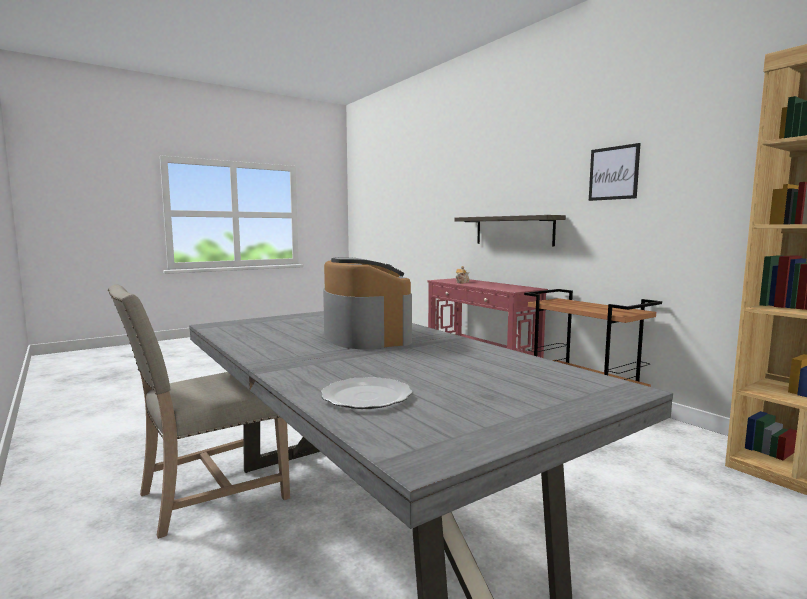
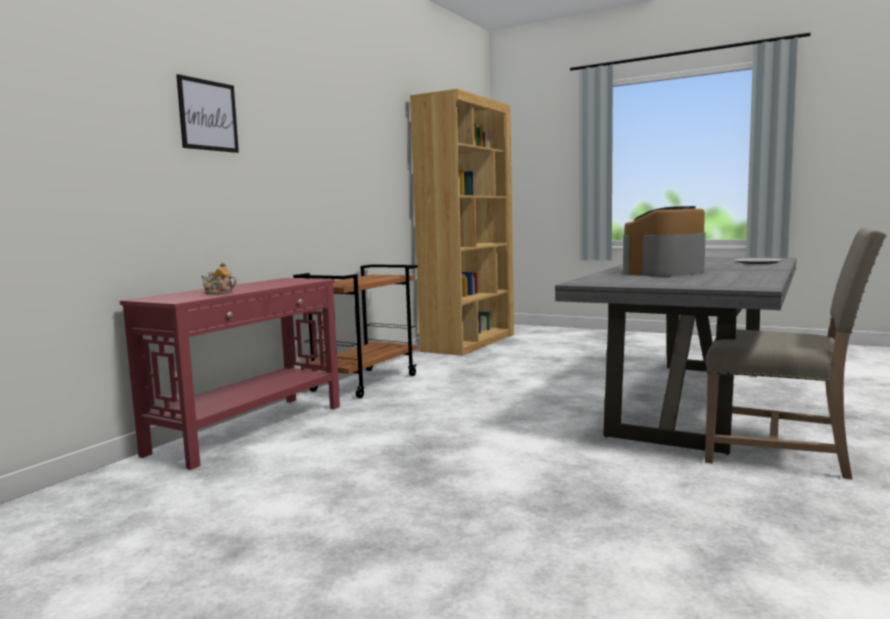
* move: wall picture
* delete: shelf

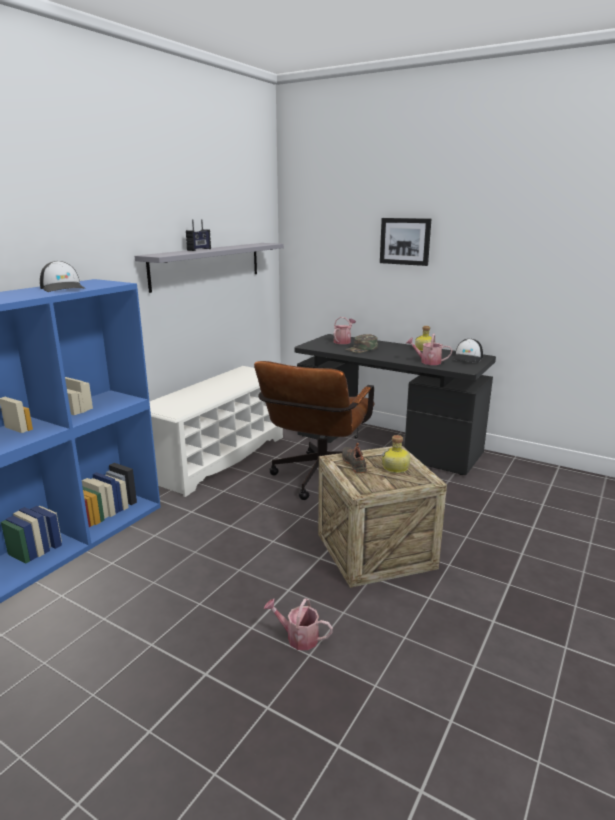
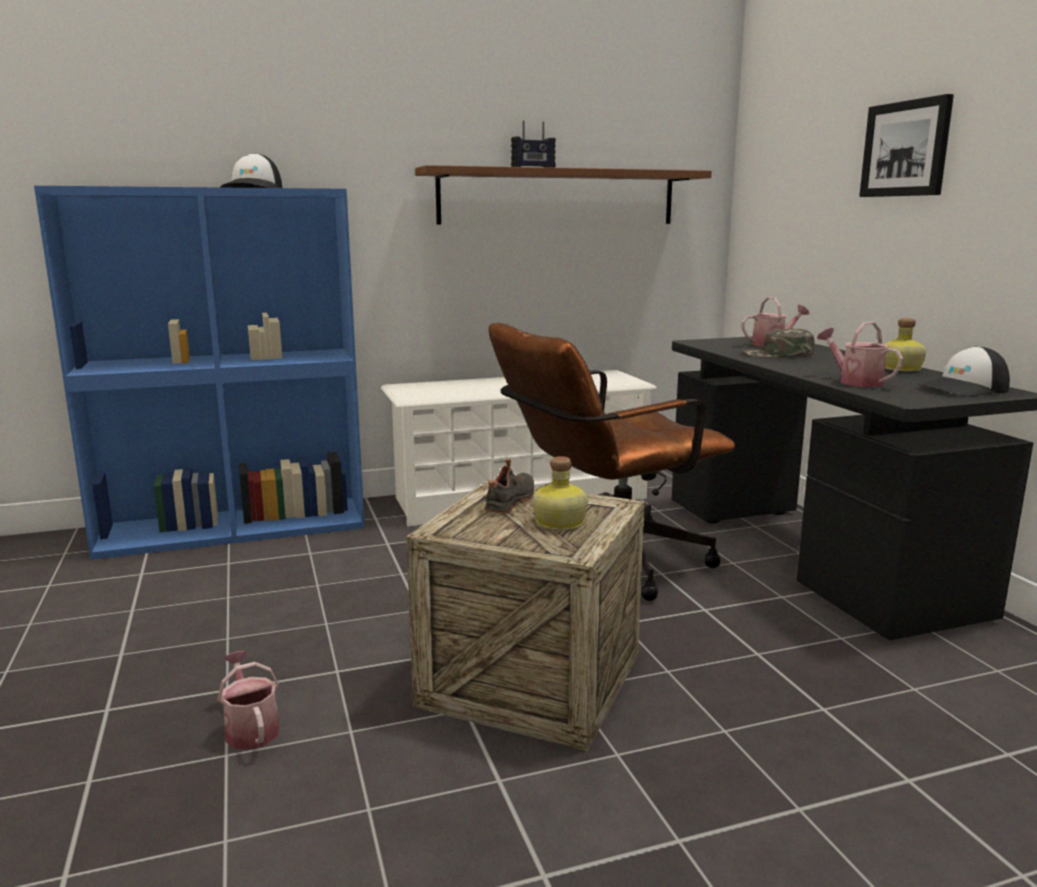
* recolor: greyish shelf to brown shelf

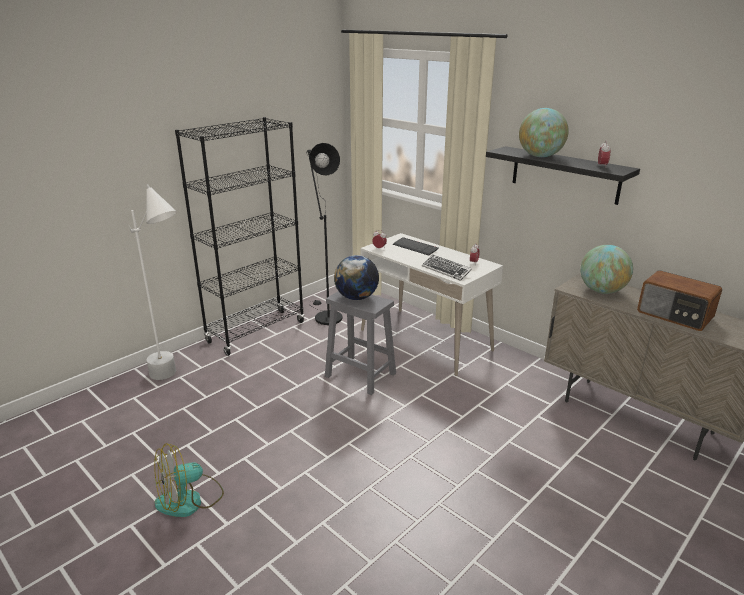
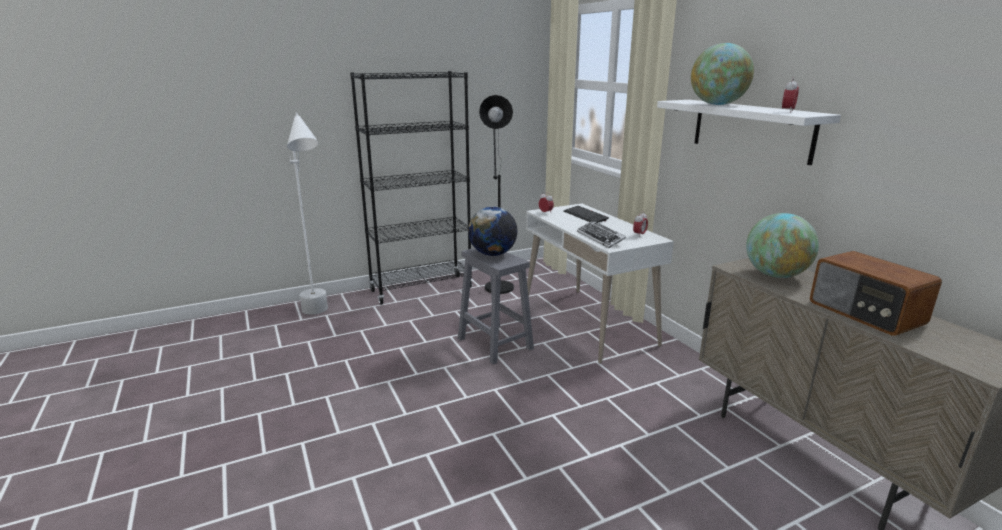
* recolor: blackish shelf to white shelf
* delete: electric fan

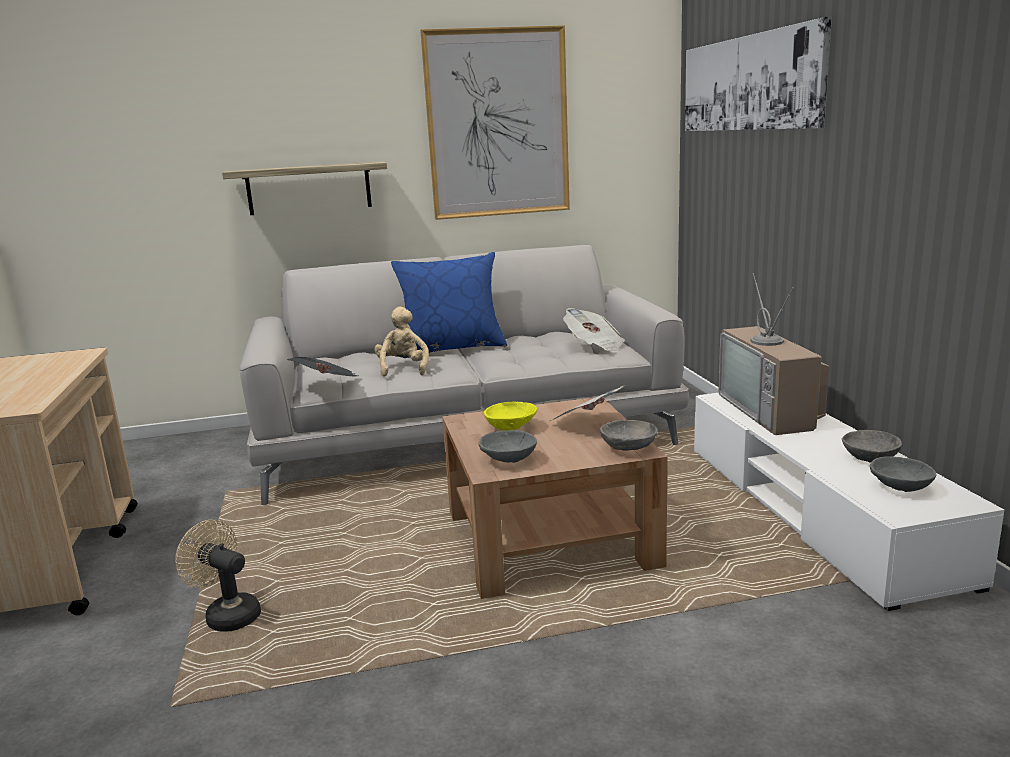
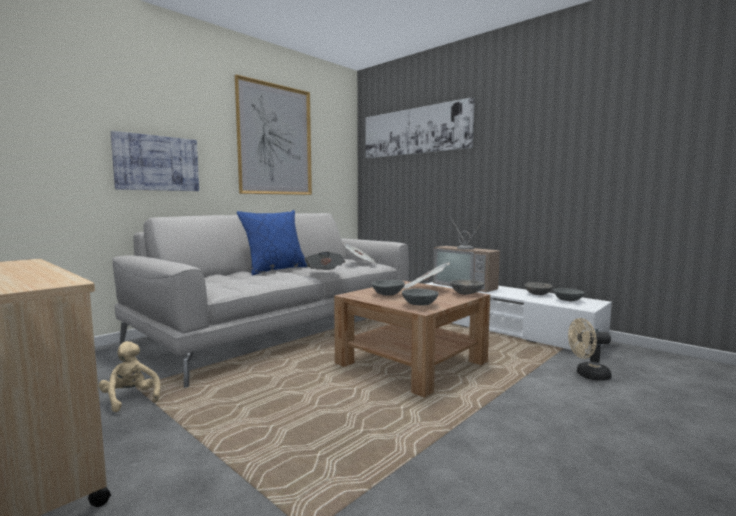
* replace: shelf to wall picture (1st from left)
* move: sand-coloured cuddly toy
* move: newspaper (1st from left)
* recolor: yellow-coloured deep dish to greyish deep dish (1st from left)
* move: sand-coloured electric fan

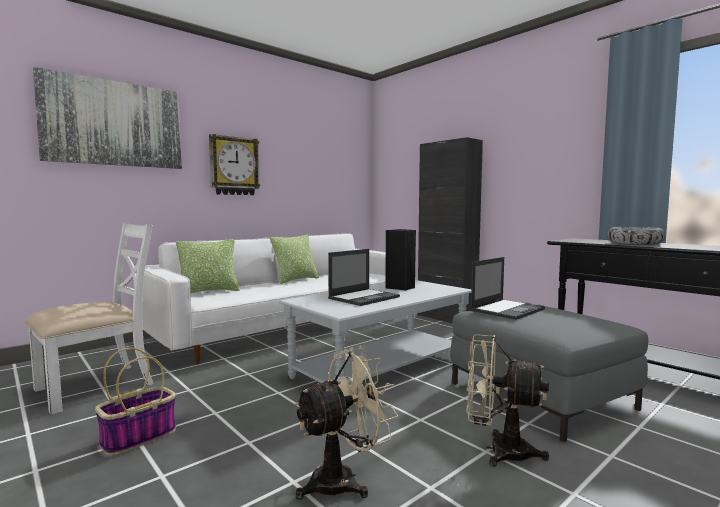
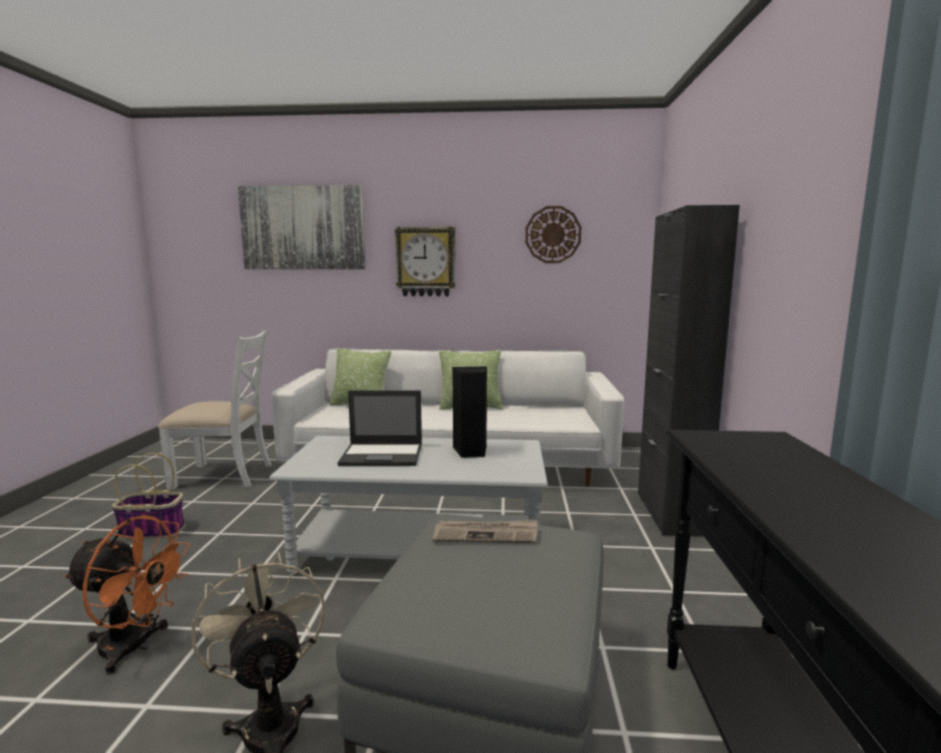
* delete: deep dish
* replace: portable computer (2nd from left) to newspaper
* recolor: sand-coloured electric fan (1st from left) to orange-coloured electric fan
* insert: wall clock (2nd from left)

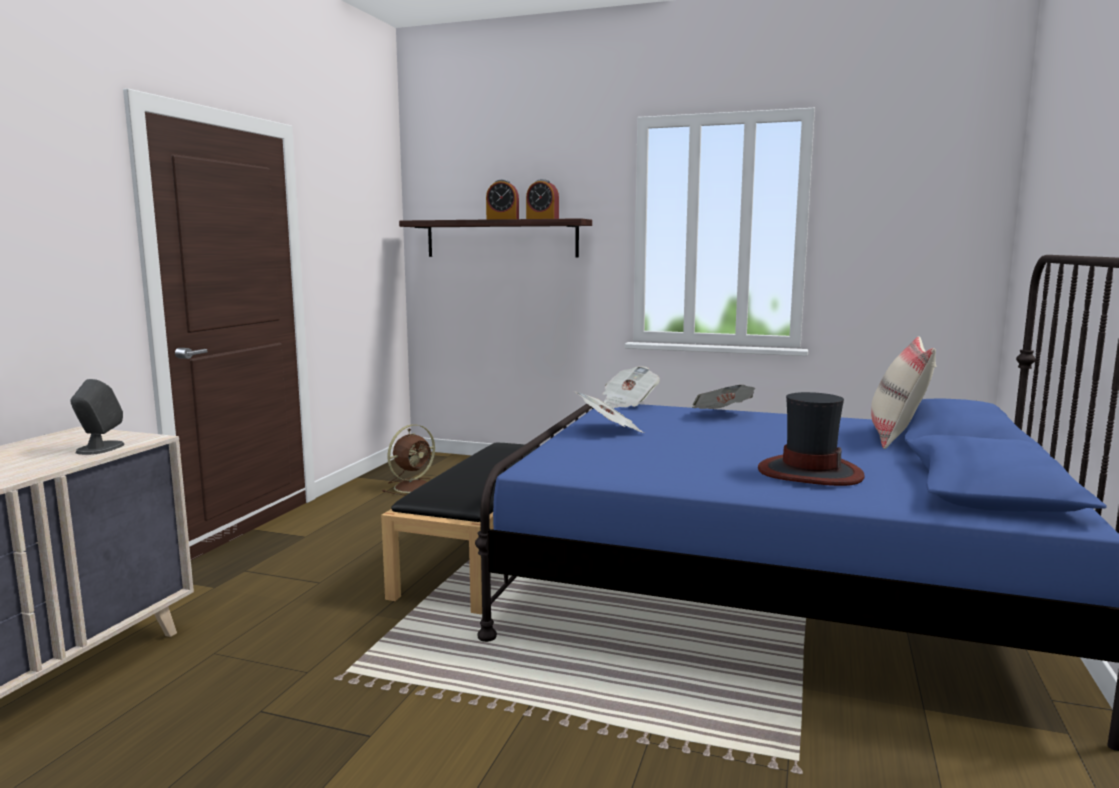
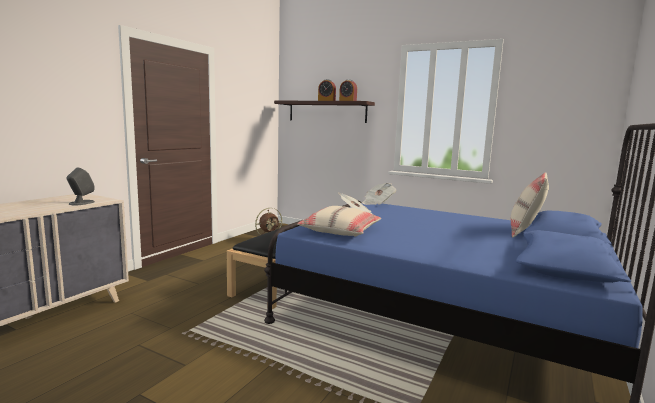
* delete: newspaper (3rd from left)
* delete: hat
* insert: sand-coloured cushion (1st from left)

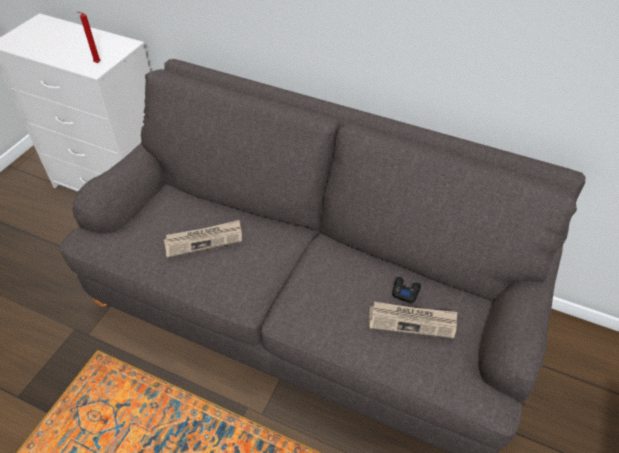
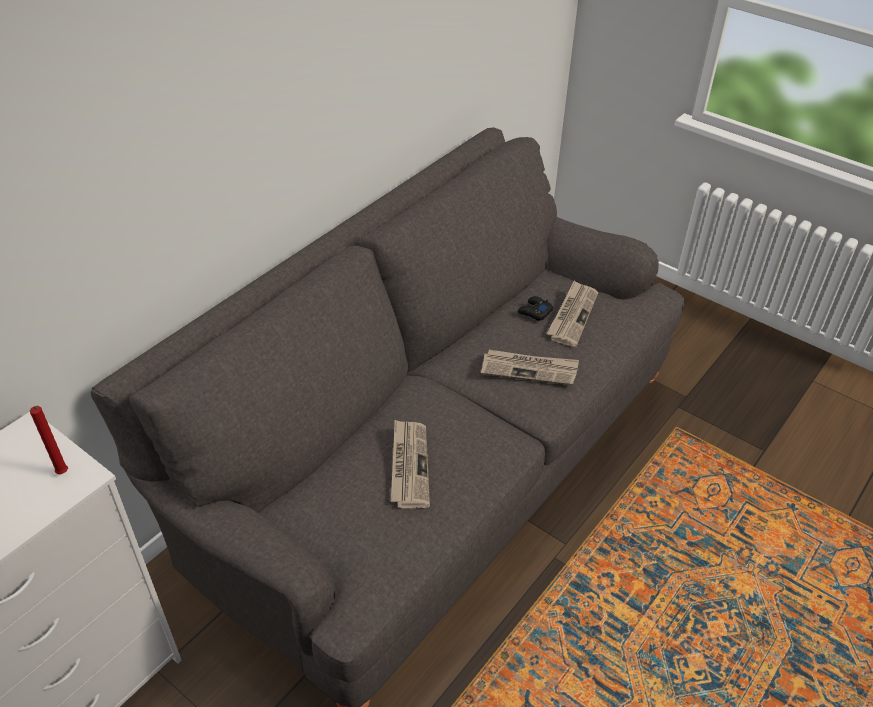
* insert: newspaper (2nd from left)

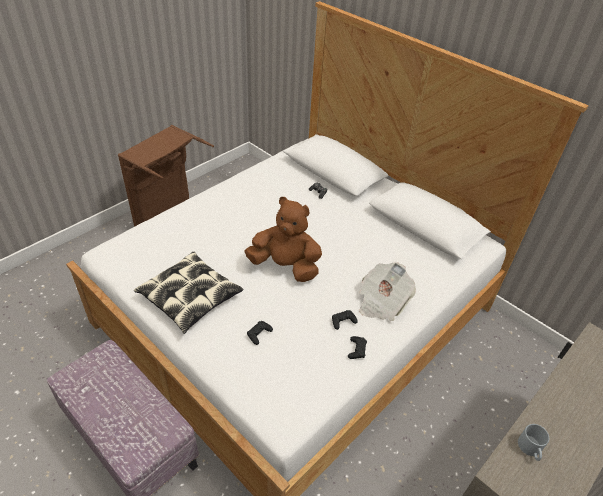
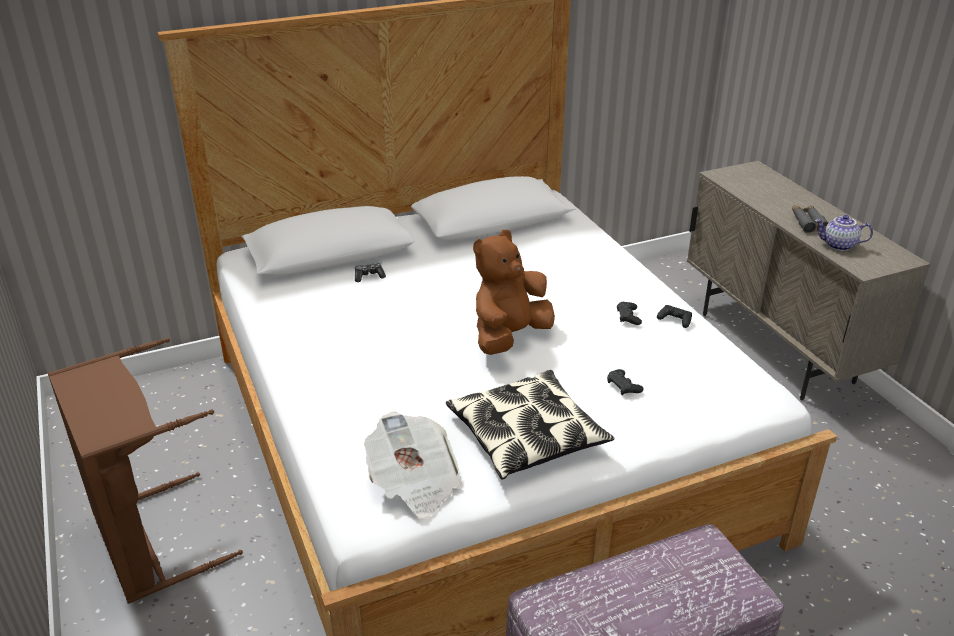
* move: newspaper
* replace: greyish coffee mug to pot for tea
* insert: greyish field glasses

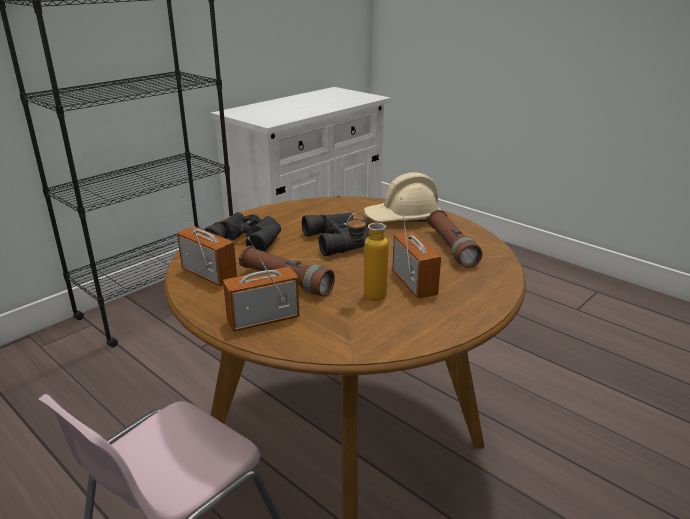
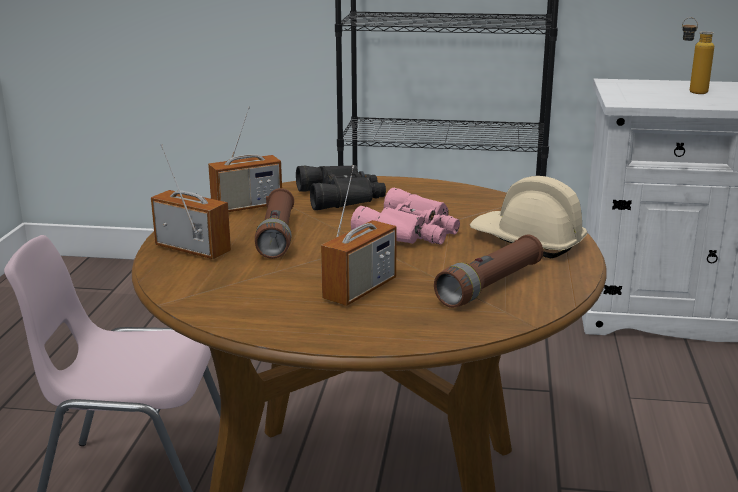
* rotate: radio (1st from left in the first image) 60 degrees clockwise
* recolor: blackish field glasses (2nd from left) to pinkish field glasses
* move: bottle

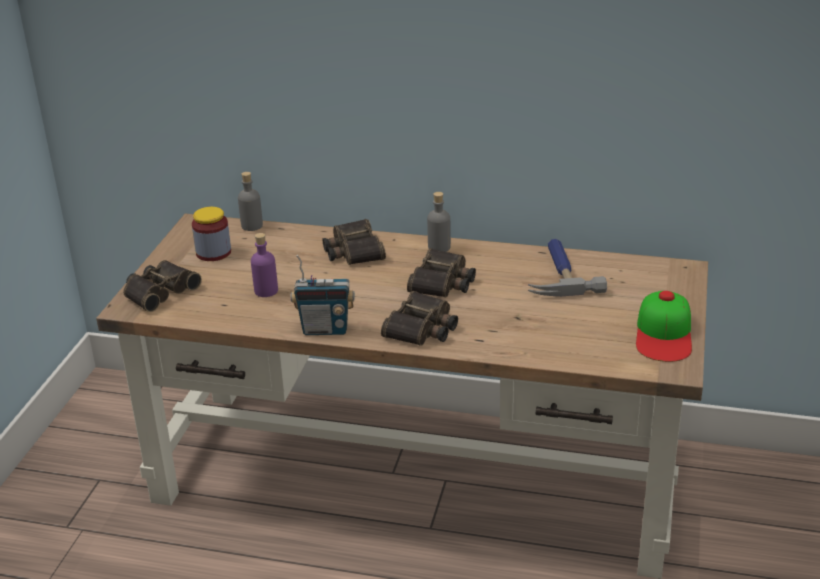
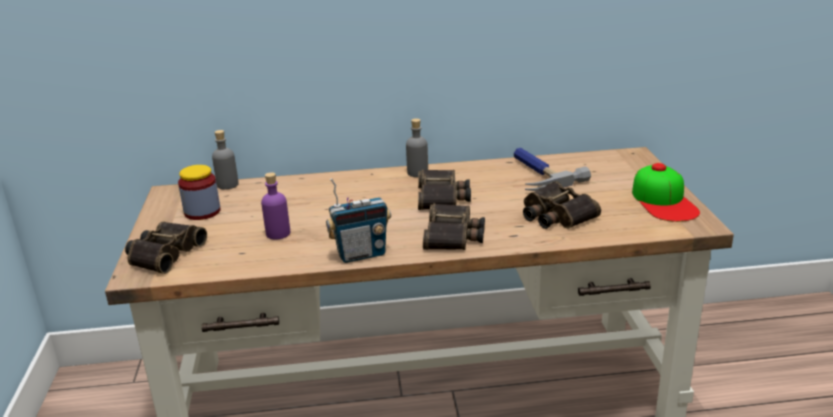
* move: field glasses (2nd from left in the first image) to field glasses (4th from left)

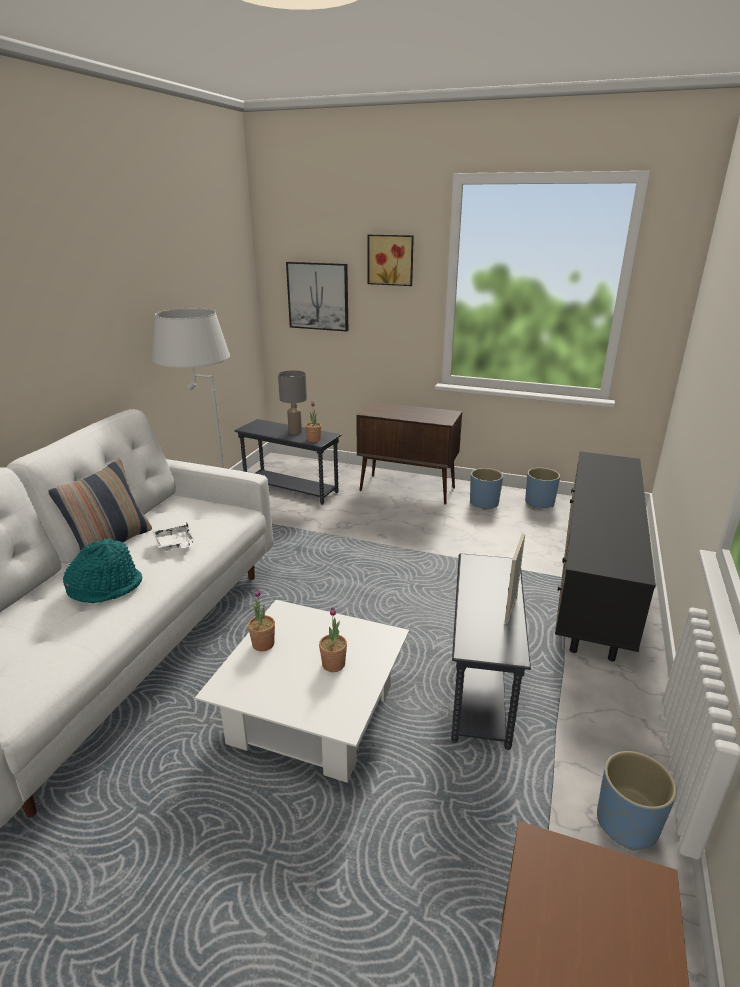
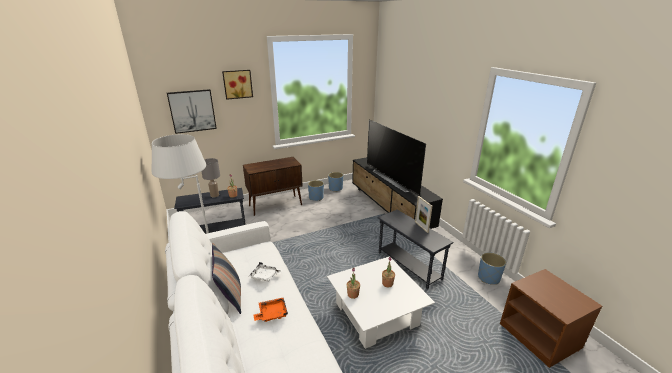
* replace: turquoise hat to orange-coloured tray
* insert: television

